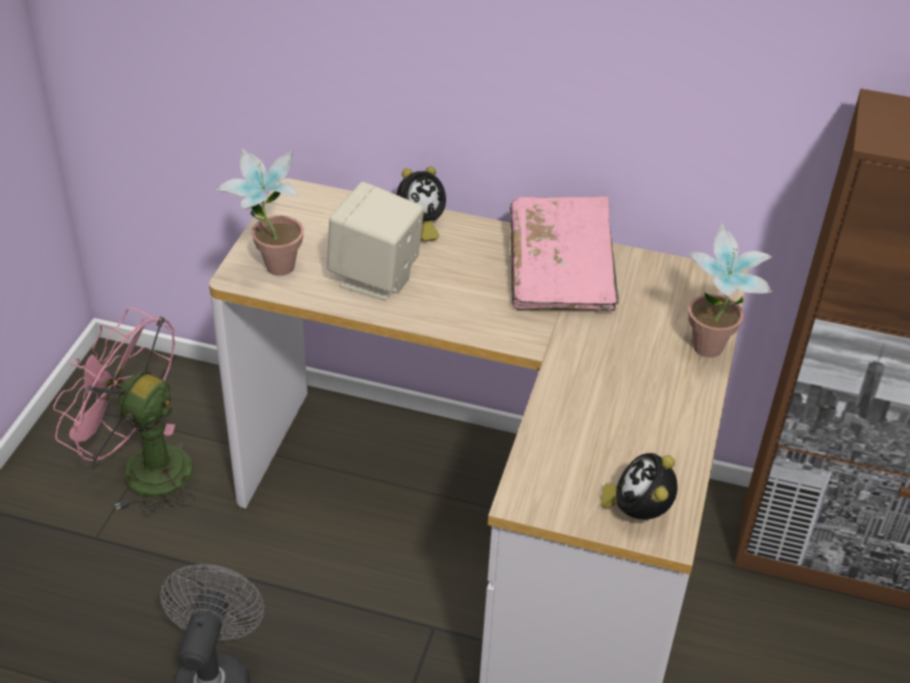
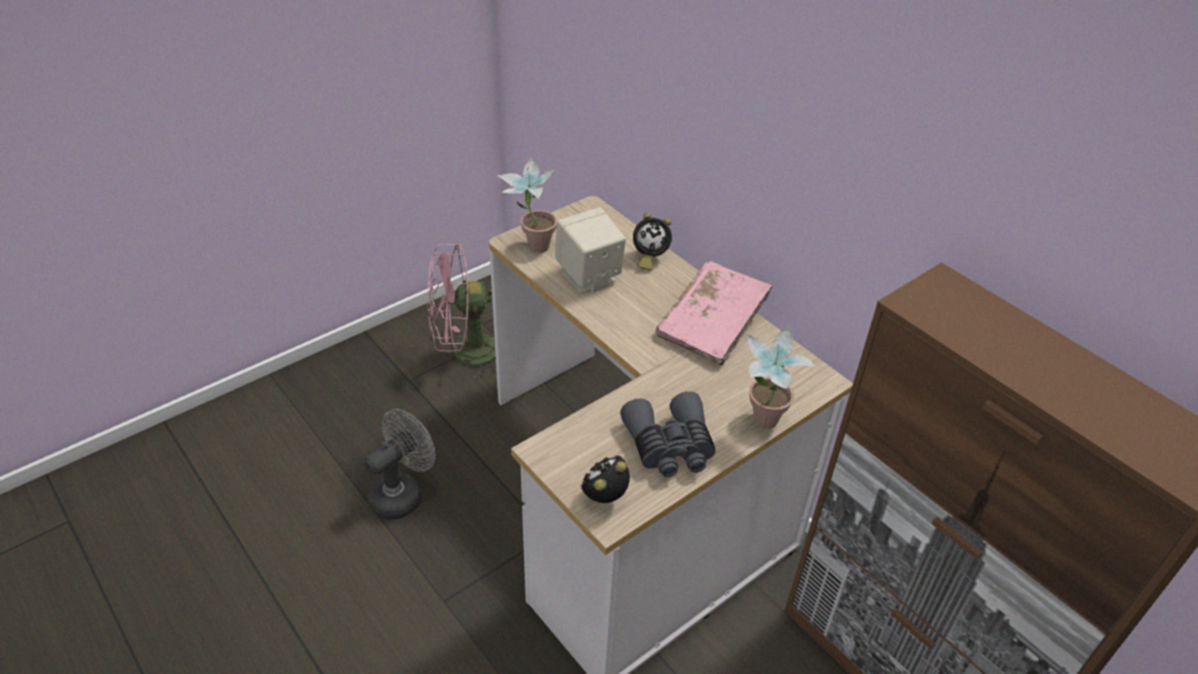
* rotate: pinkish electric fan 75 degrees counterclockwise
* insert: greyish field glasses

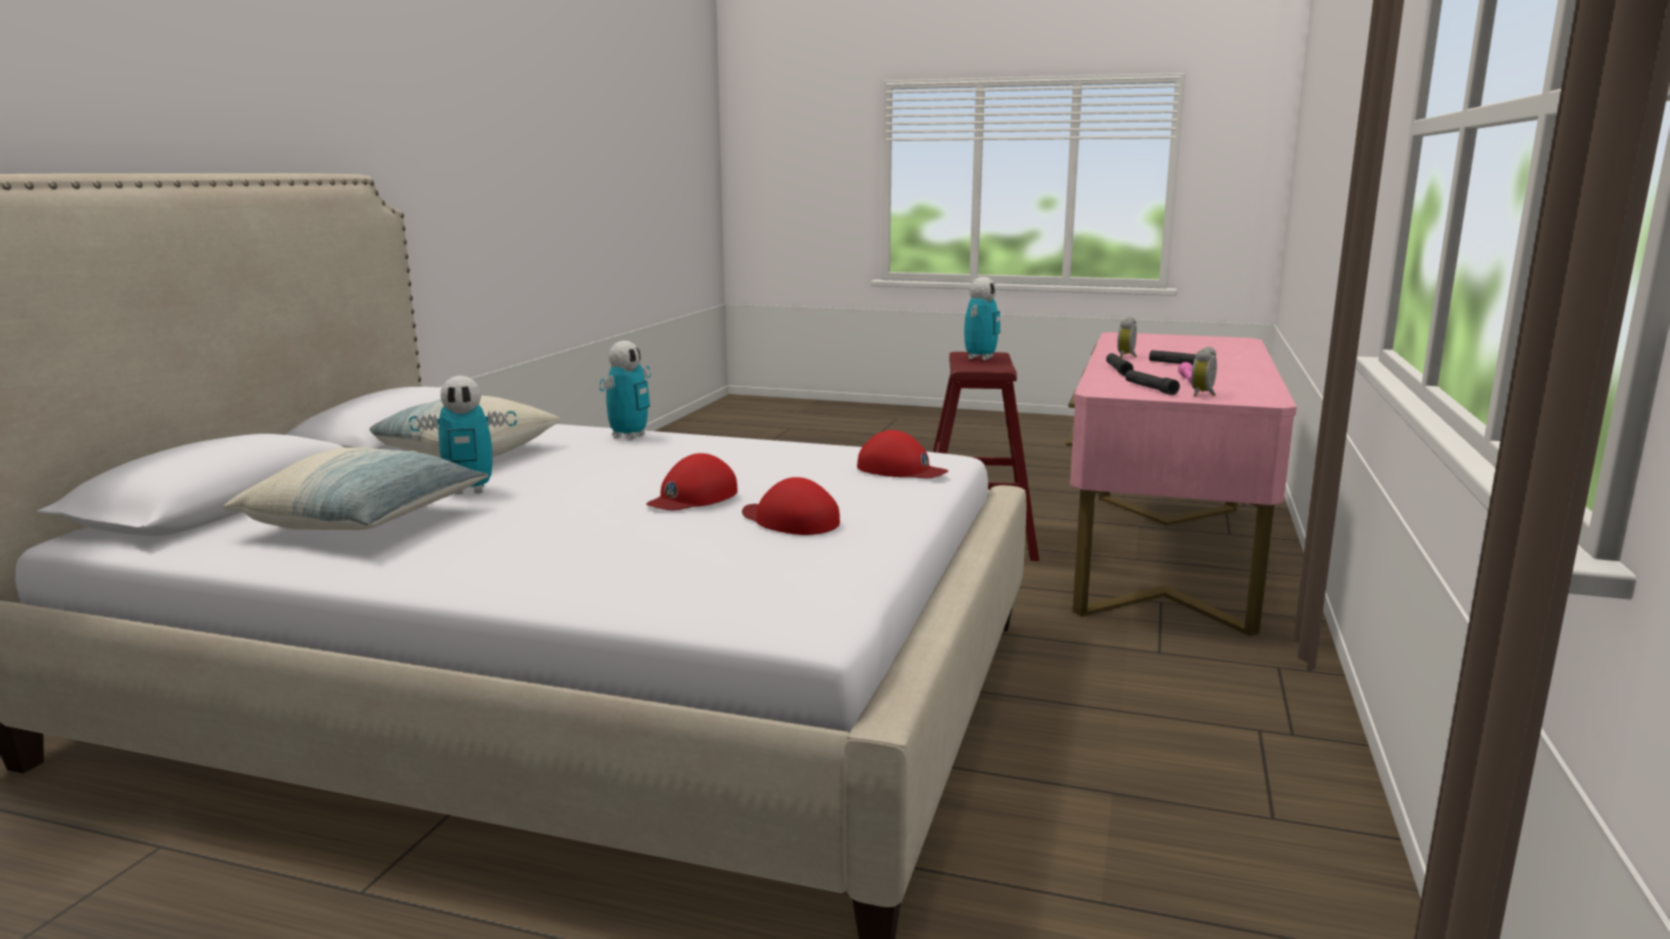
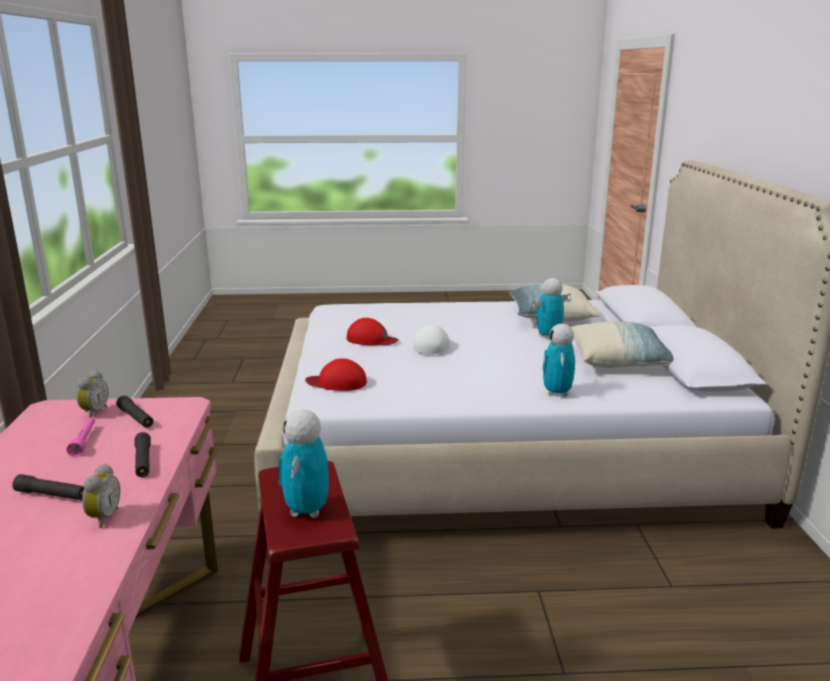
* recolor: reddish baseball cap (1st from left) to white baseball cap

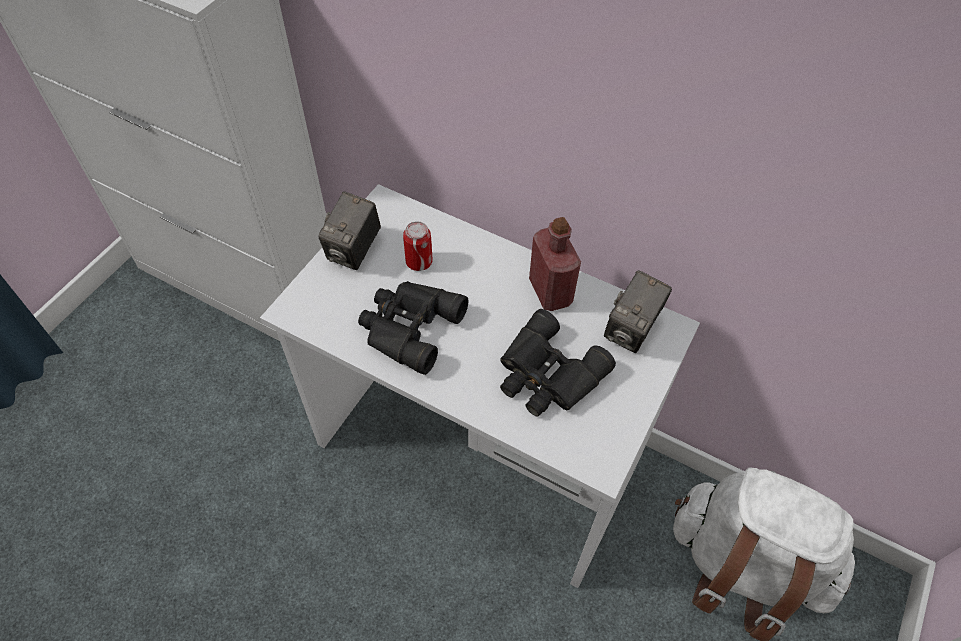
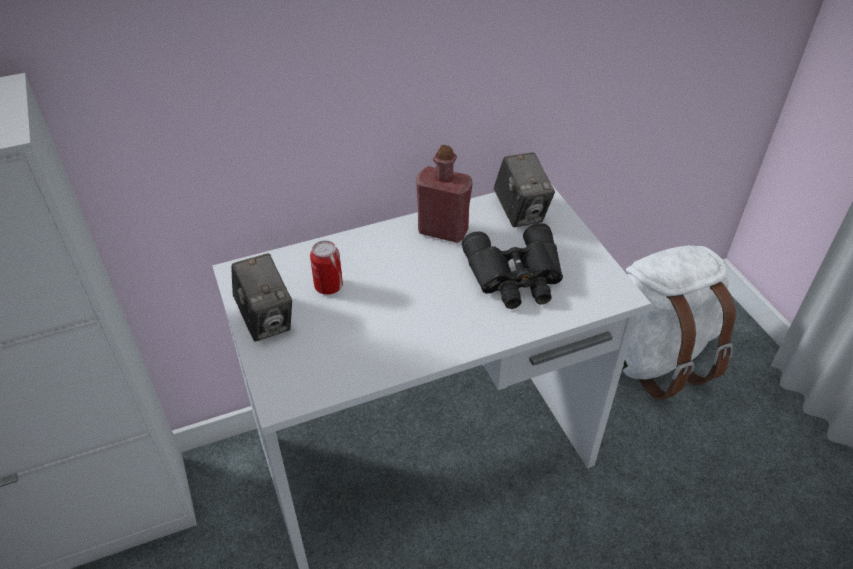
* delete: blackish field glasses (1st from left)

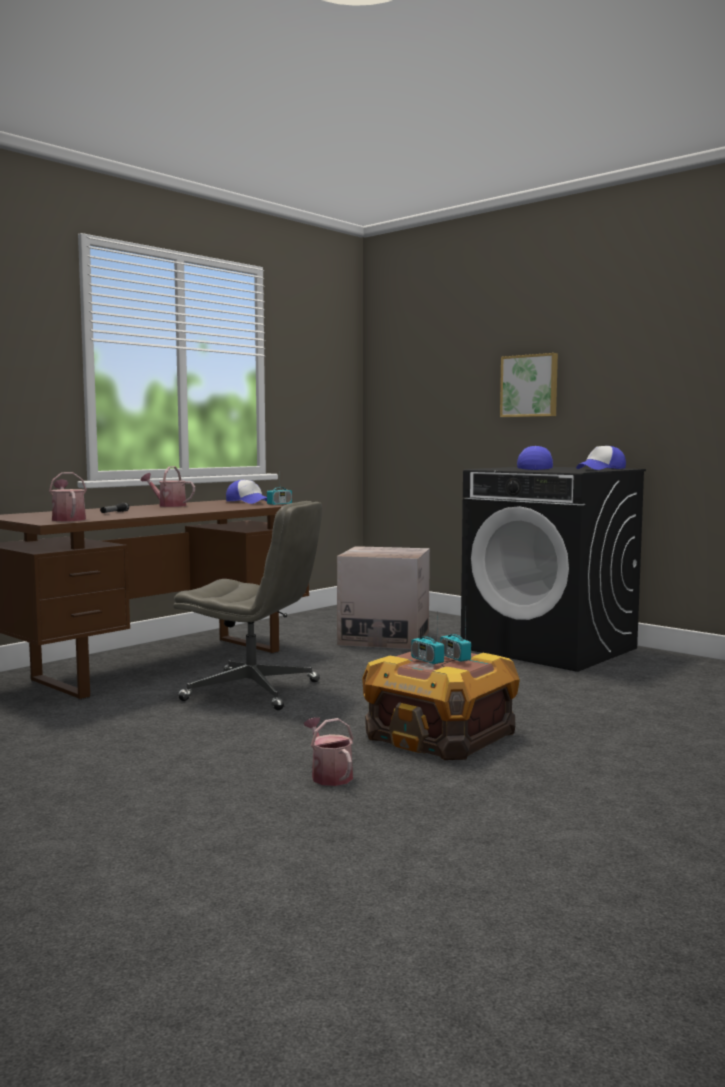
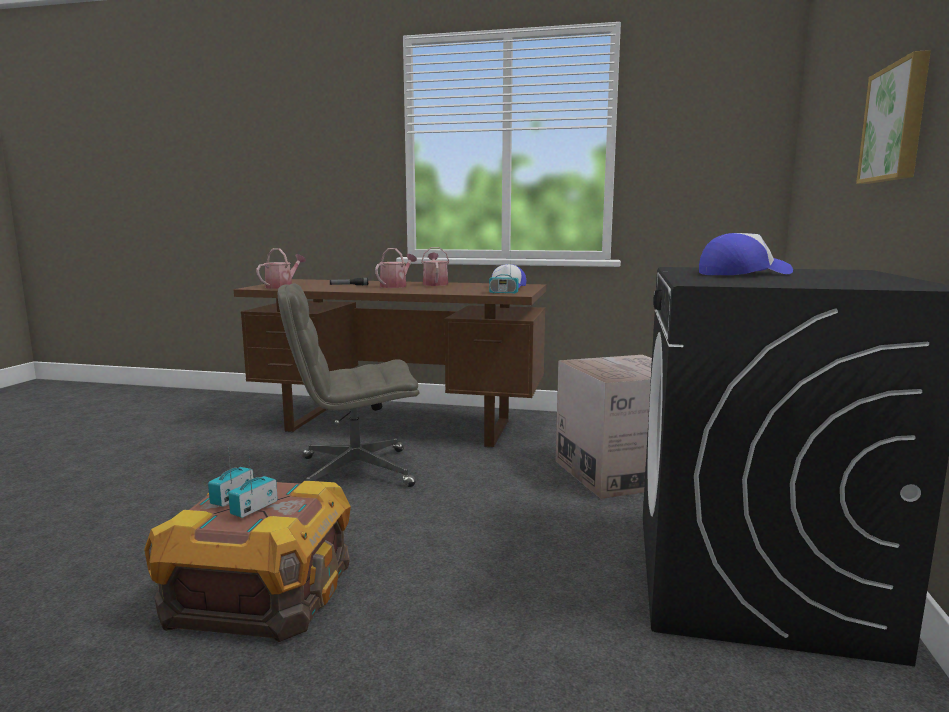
* delete: baseball cap (3rd from left)
* rotate: greyish desk chair 90 degrees clockwise
* move: watering can (3rd from left in the first image) to watering can (2nd from left)

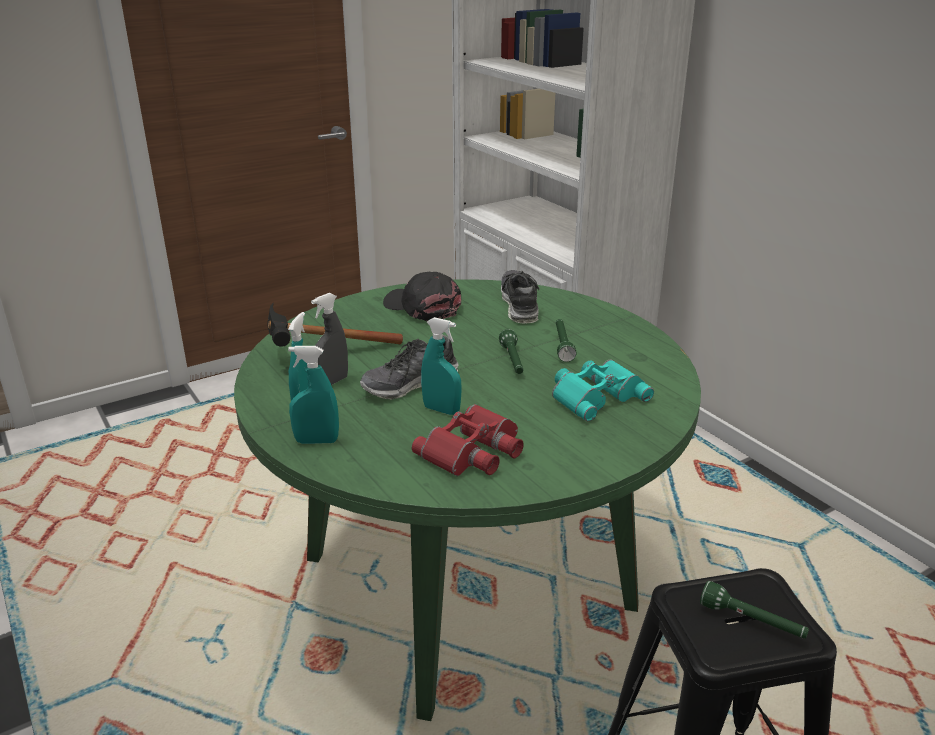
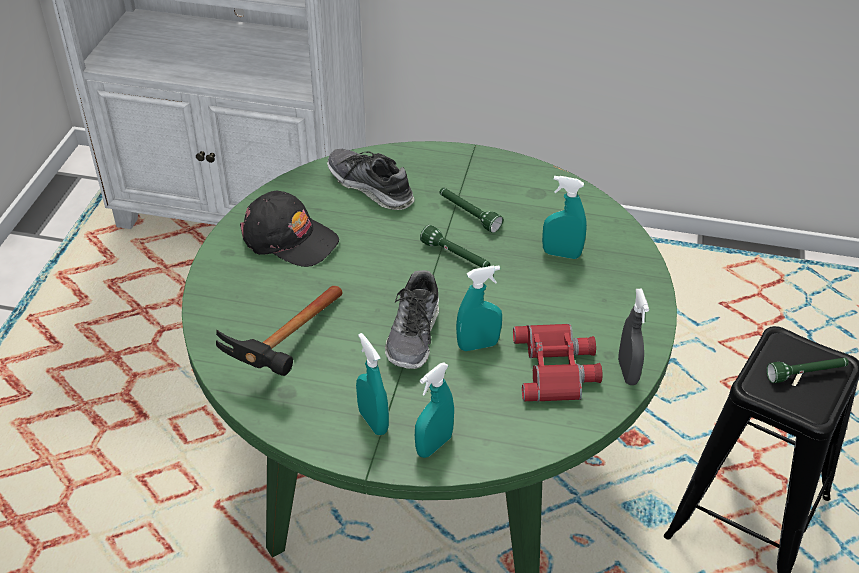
* rotate: blackish baseball cap 150 degrees counterclockwise
* move: greyish hand sprayer
* replace: turquoise field glasses to turquoise hand sprayer (4th from left)

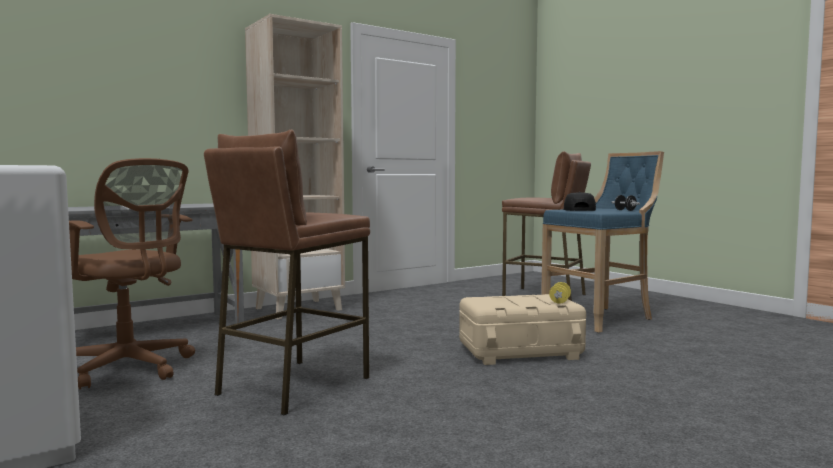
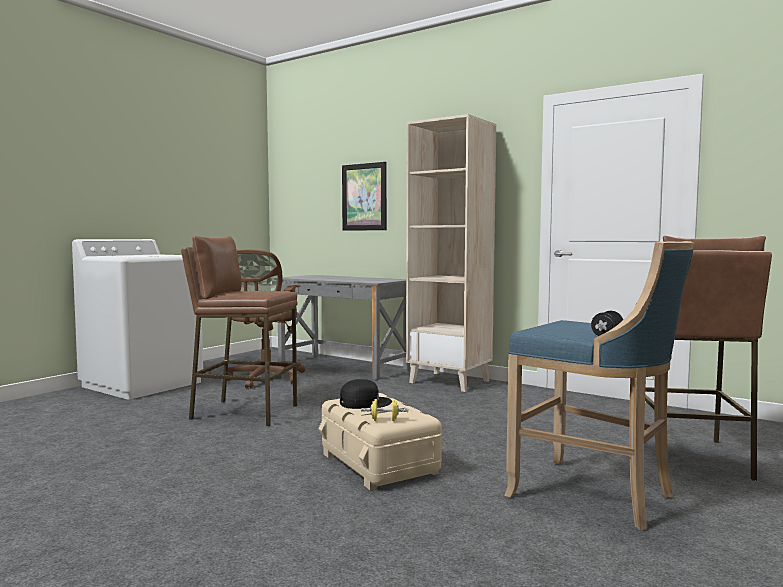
* move: blackish baseball cap
* insert: wall picture

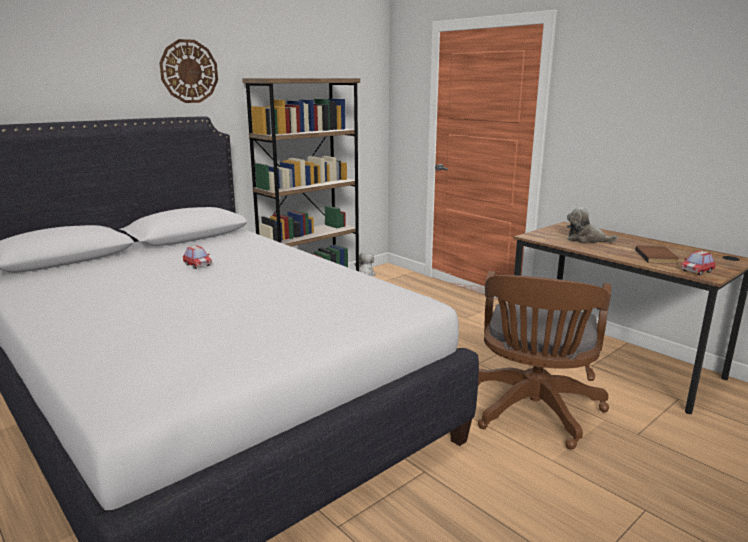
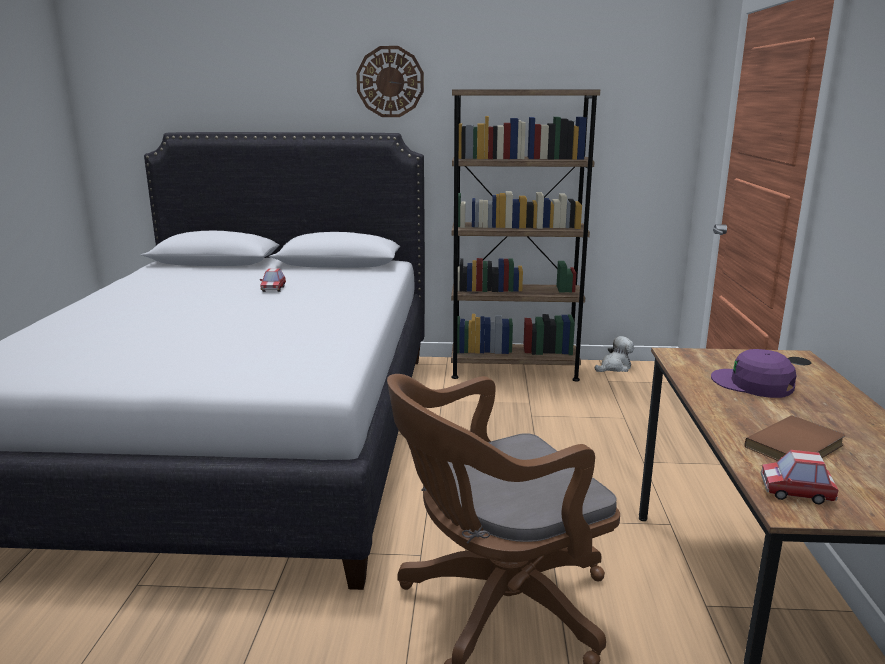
* replace: cuddly toy (2nd from left) to purple baseball cap

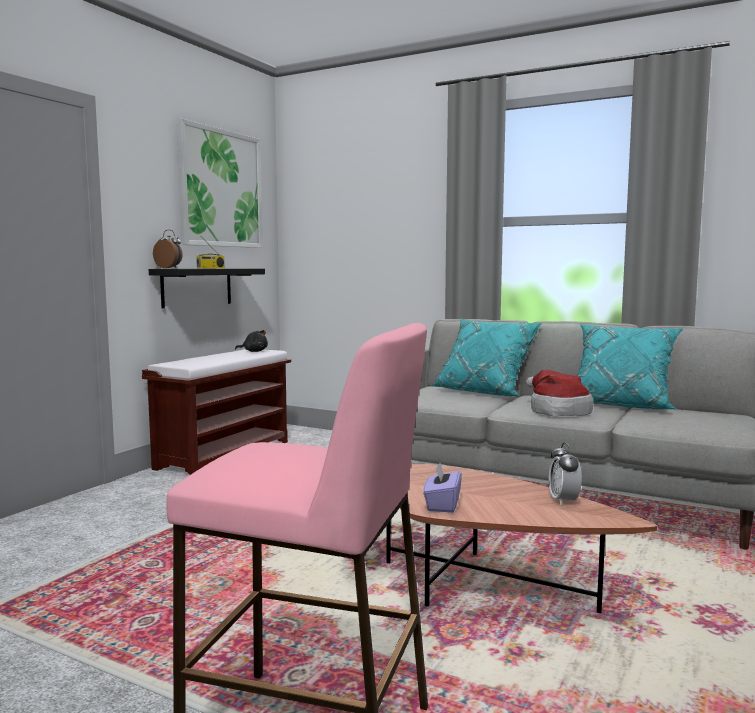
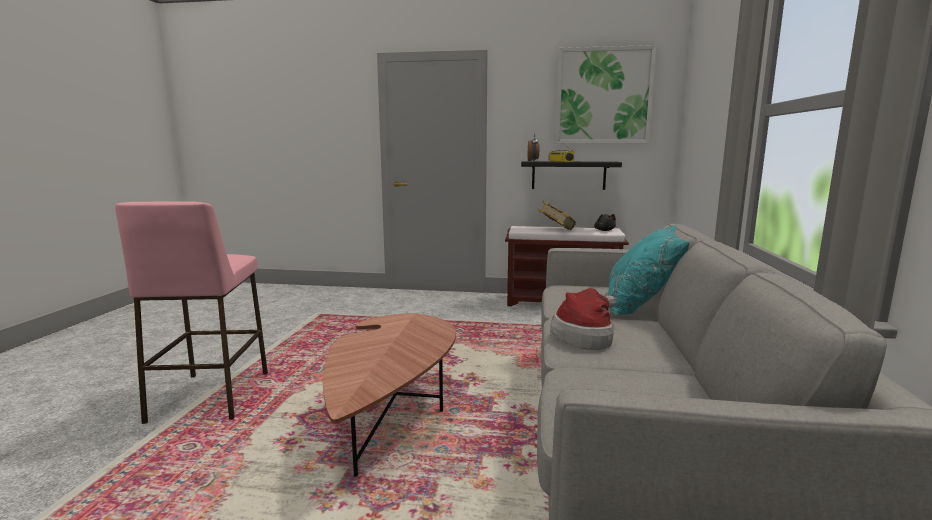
* delete: turquoise cushion (2nd from left)
* delete: alarm clock (2nd from left)
* delete: purple box of tissues
* insert: volume

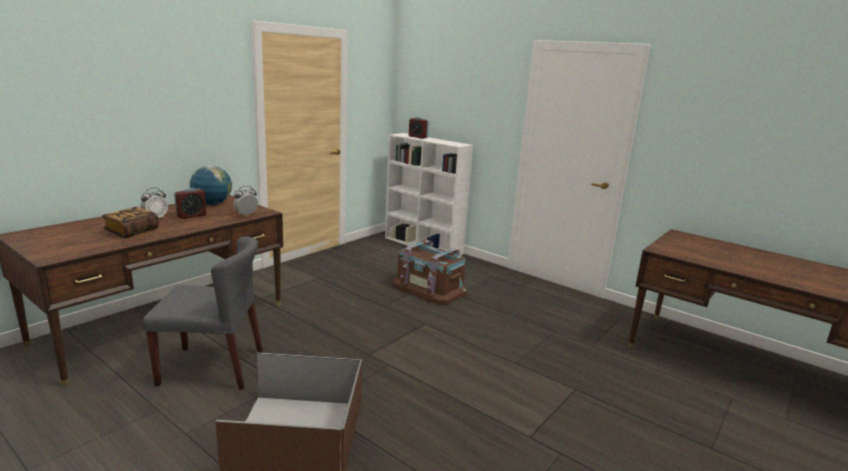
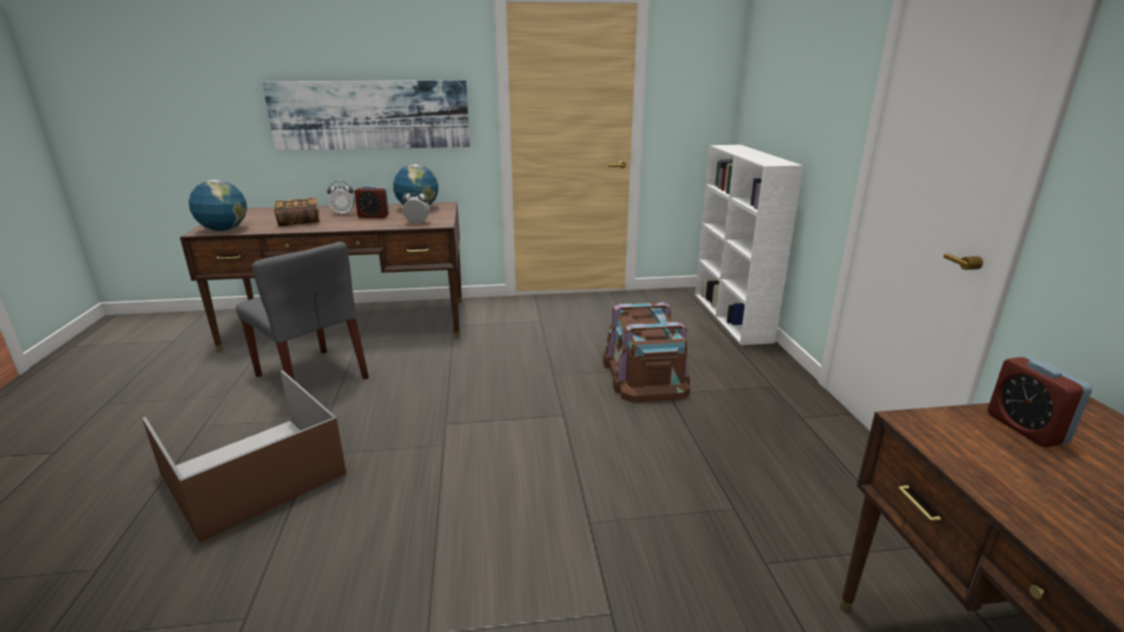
* move: alarm clock (4th from left)
* insert: wall picture
* insert: world globe (1st from left)

